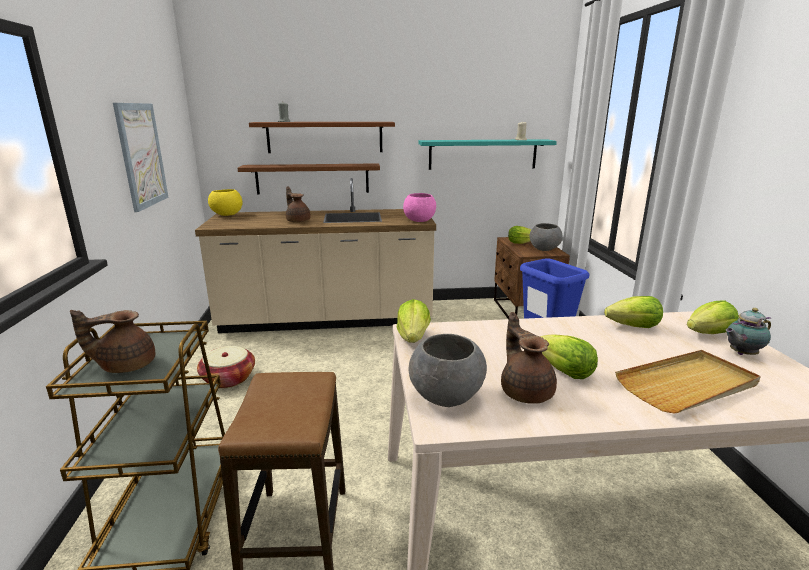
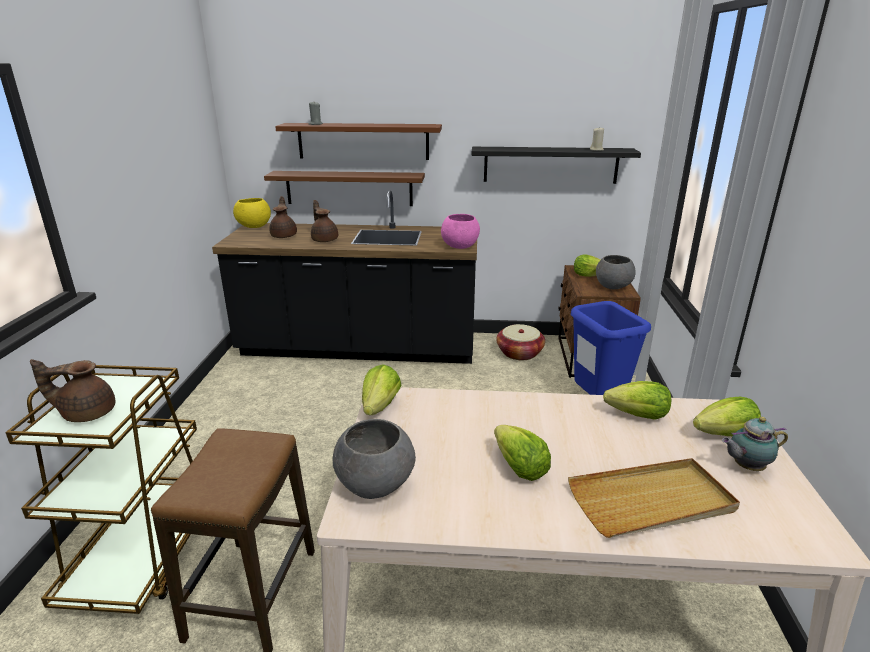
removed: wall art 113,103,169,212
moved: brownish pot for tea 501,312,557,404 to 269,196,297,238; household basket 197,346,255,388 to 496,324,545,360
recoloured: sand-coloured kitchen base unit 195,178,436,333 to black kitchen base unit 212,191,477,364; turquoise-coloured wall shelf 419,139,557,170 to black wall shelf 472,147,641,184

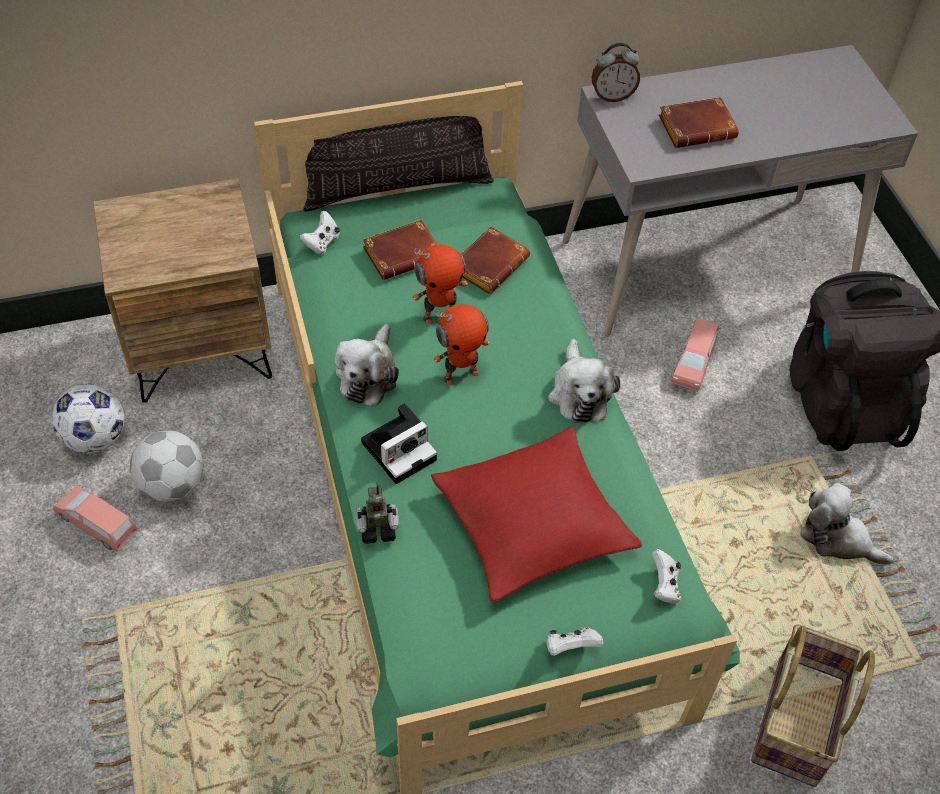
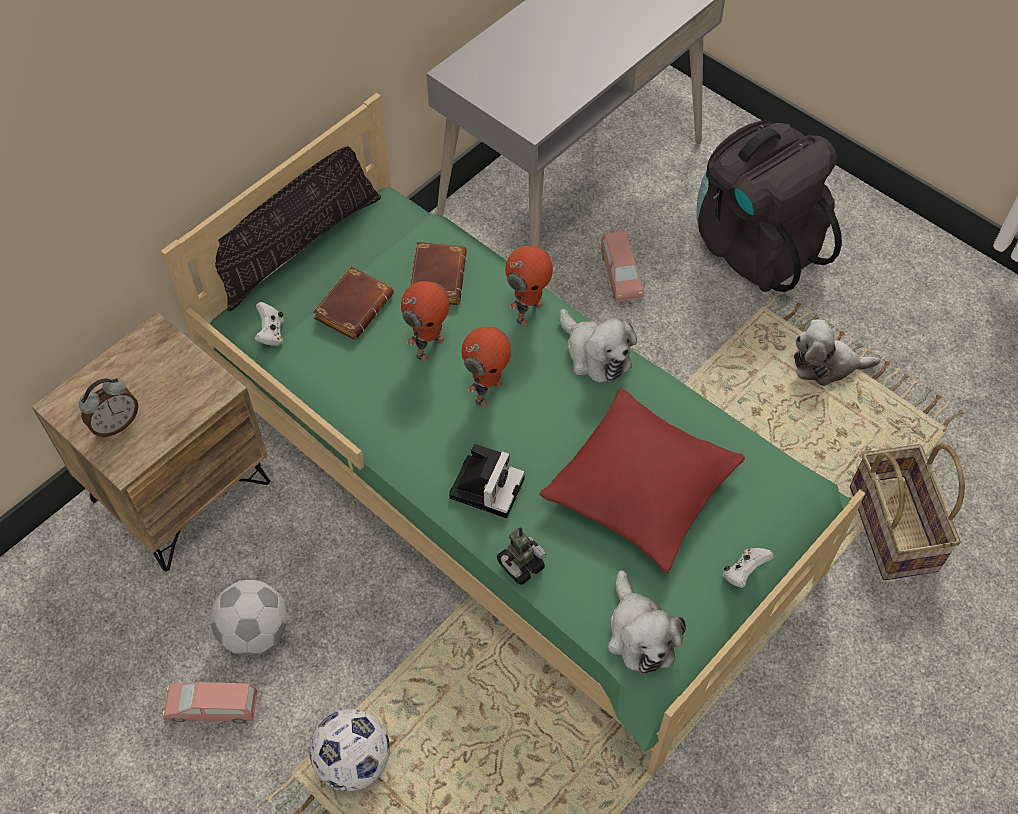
removed: whitish gamepad 652,549,681,603; brownish book 659,97,739,148
added: robot figure 505,246,553,325
moved: alarm clock 592,43,640,102 to 79,378,138,437; football ball 52,384,124,453 to 310,709,390,791; cuddly toy 335,324,399,406 to 608,570,686,675

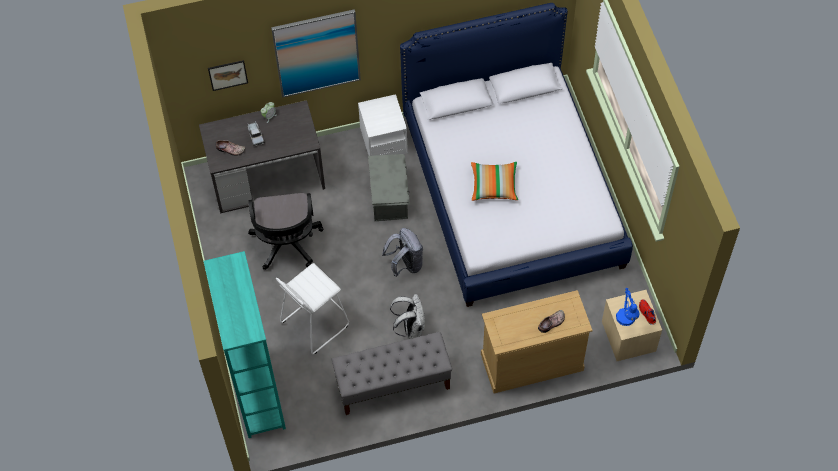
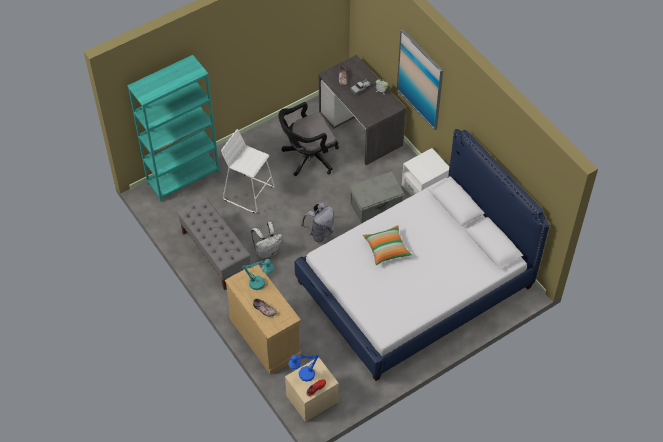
removed: wall art 208,60,248,91
added: turquoise-coloured tabletop lamp 243,259,274,290

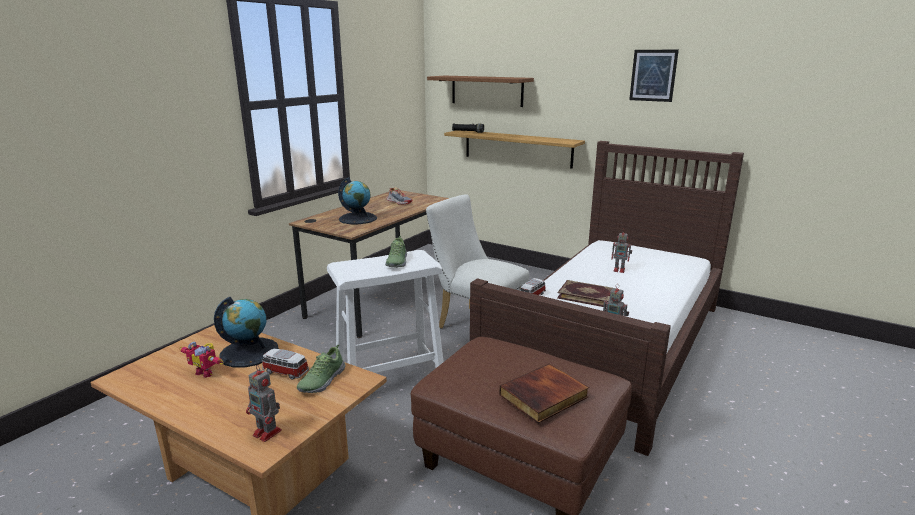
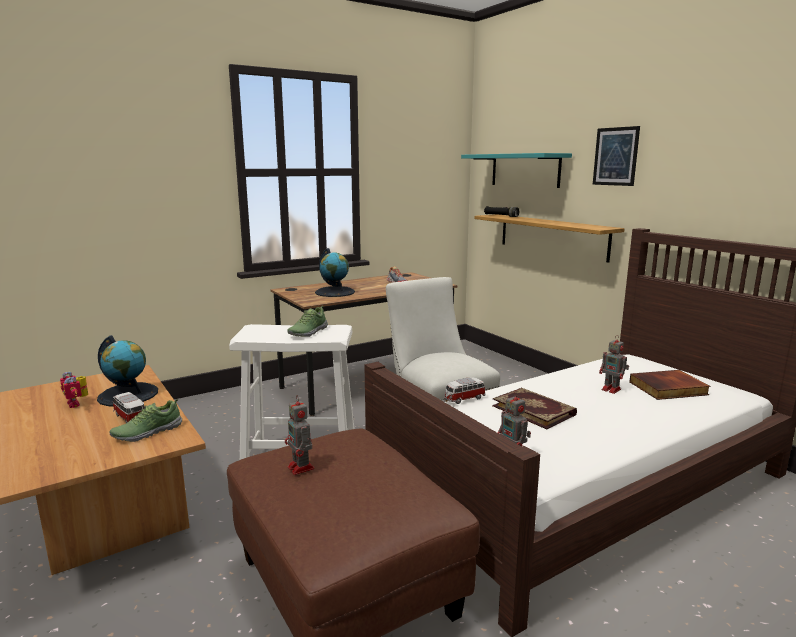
moved: robot figure 246,365,282,442 to 285,395,314,475; wall art 629,50,679,102 to 593,126,640,186; book 499,364,589,423 to 629,370,710,400
recoloured: brownish wall shelf 427,76,534,107 to turquoise-coloured wall shelf 461,153,572,188

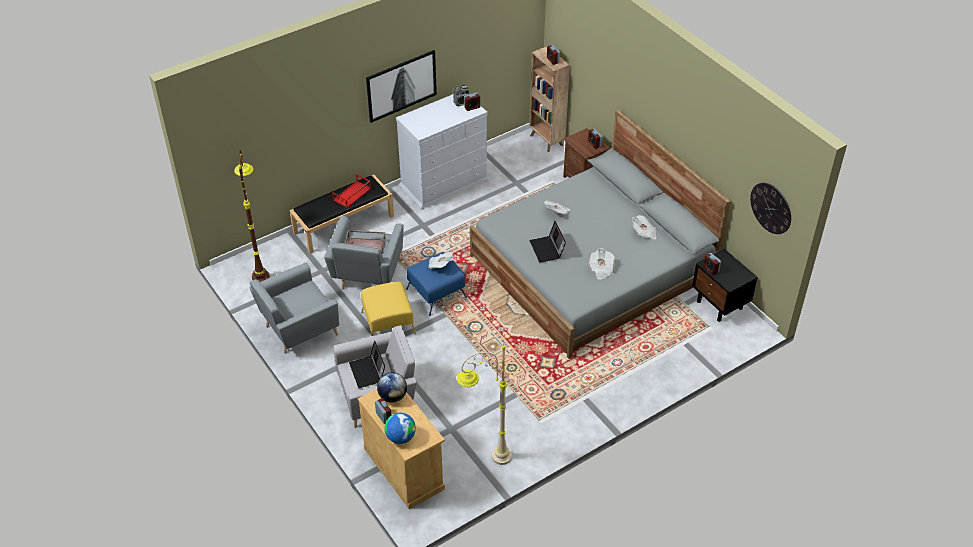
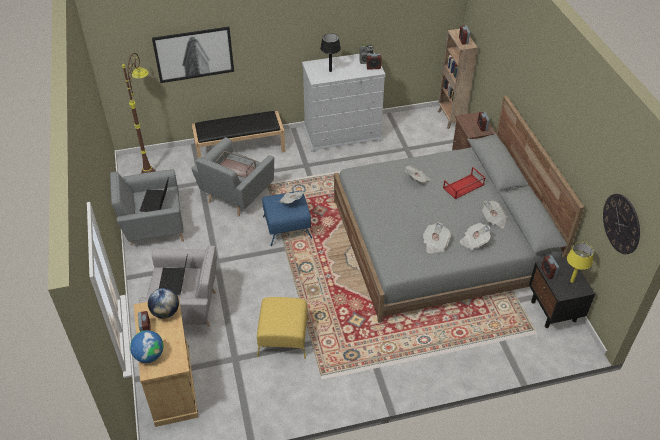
removed: sand-coloured floor lamp 457,343,512,465
added: black tabletop lamp 320,33,341,72; printed paper 460,223,491,250; yellow-coloured tabletop lamp 567,242,594,283
moved: portable computer 529,221,566,263 to 140,177,169,212; wall art 366,50,437,123 to 152,27,234,83; yellow-coloured ottoman 361,282,416,336 to 257,297,309,359; red-coloured serving tray 332,174,371,208 to 443,167,486,199

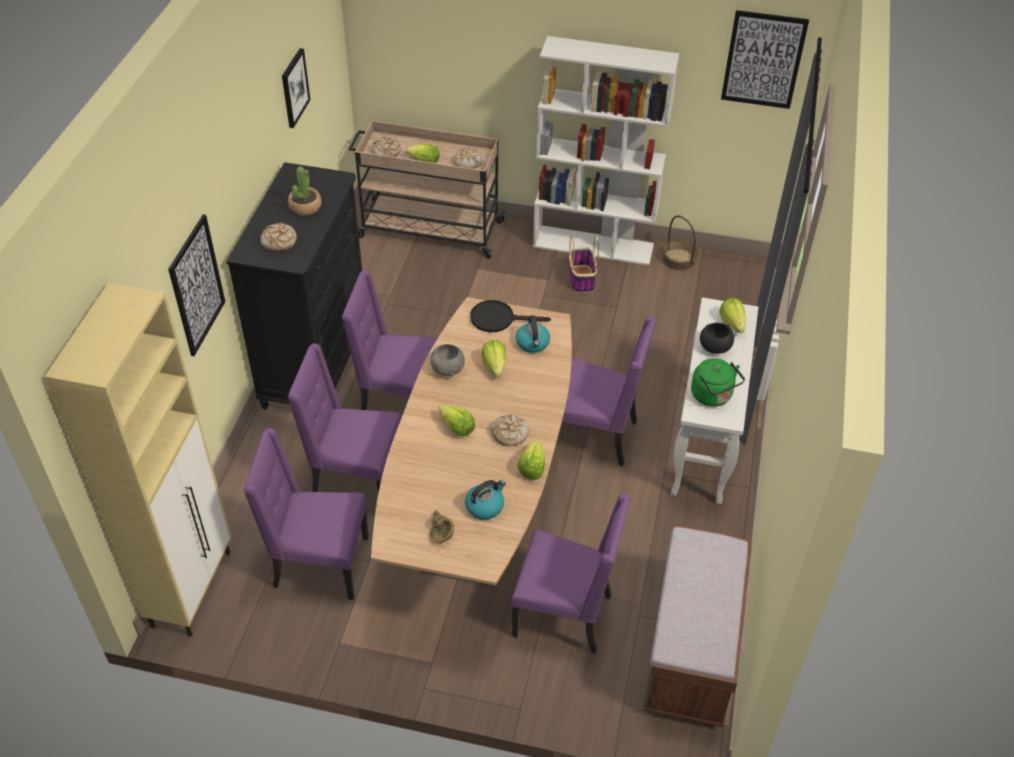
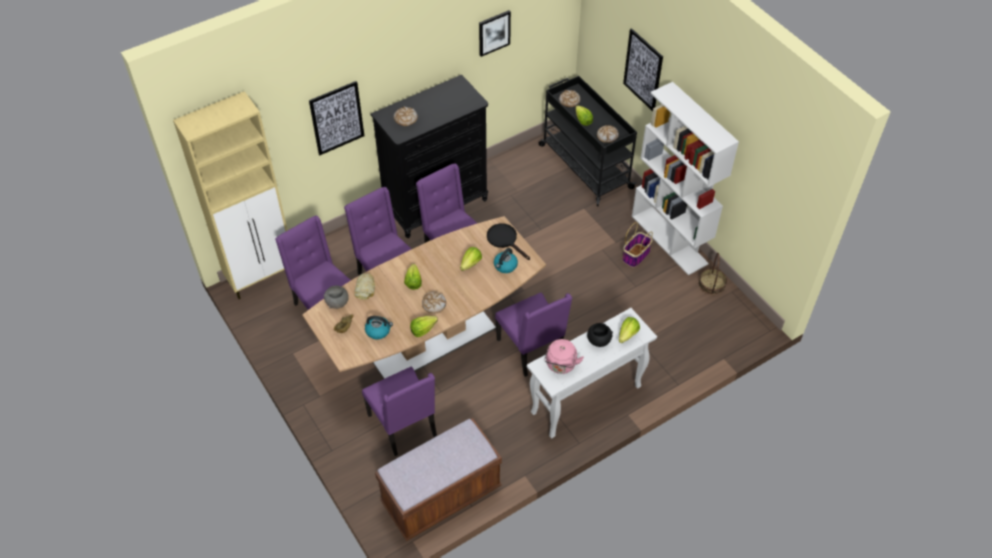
removed: plant in a pot 288,167,322,216
added: bakery bread 355,273,375,300
moved: greyish deep dish 430,344,465,377 to 323,285,349,309; wall art 721,10,809,109 to 623,28,663,111
recoloured: sand-coloured wheeled cart 349,120,506,259 to black wheeled cart 539,76,637,206; green-coloured water kettle 691,358,745,407 to pinkish water kettle 544,339,584,374

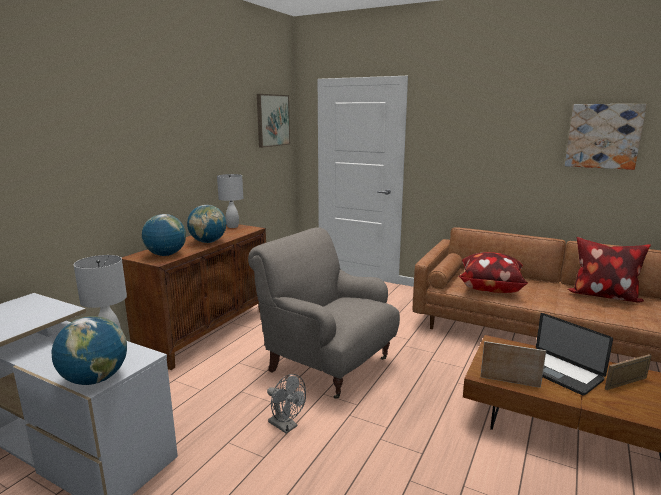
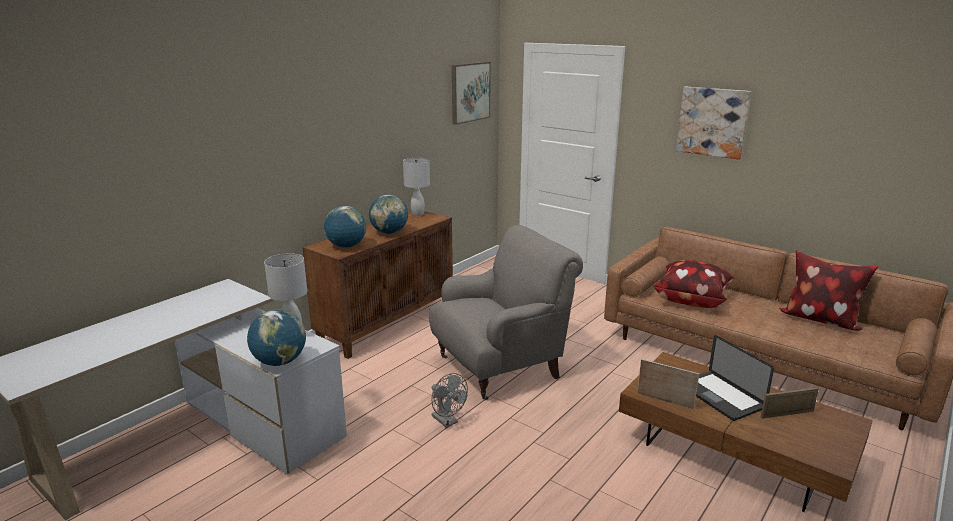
moved: wall art 565,104,647,170 to 676,87,752,160
turned: greyish easy chair 248,227,400,399 = 429,225,583,400 105 degrees clockwise

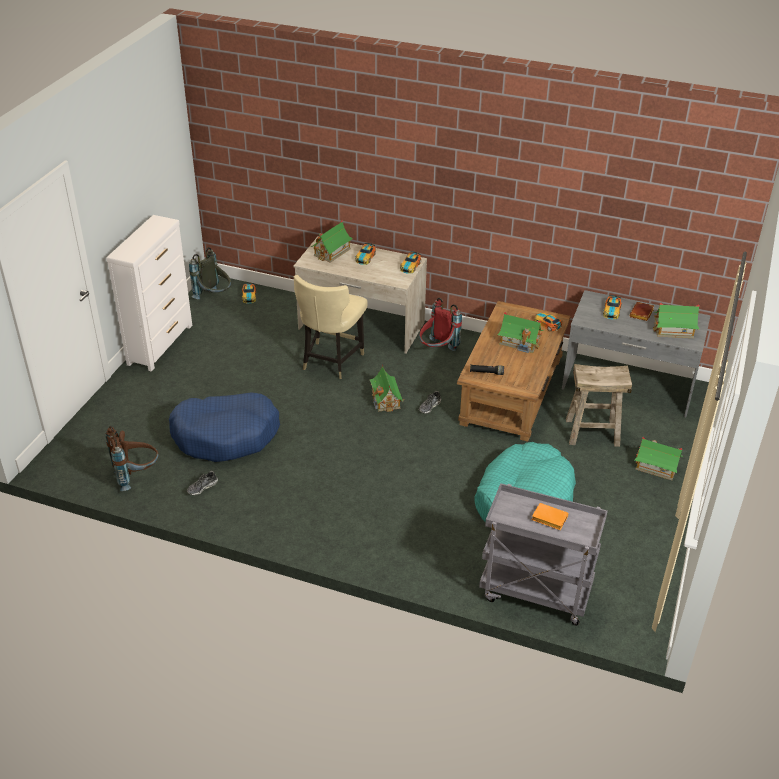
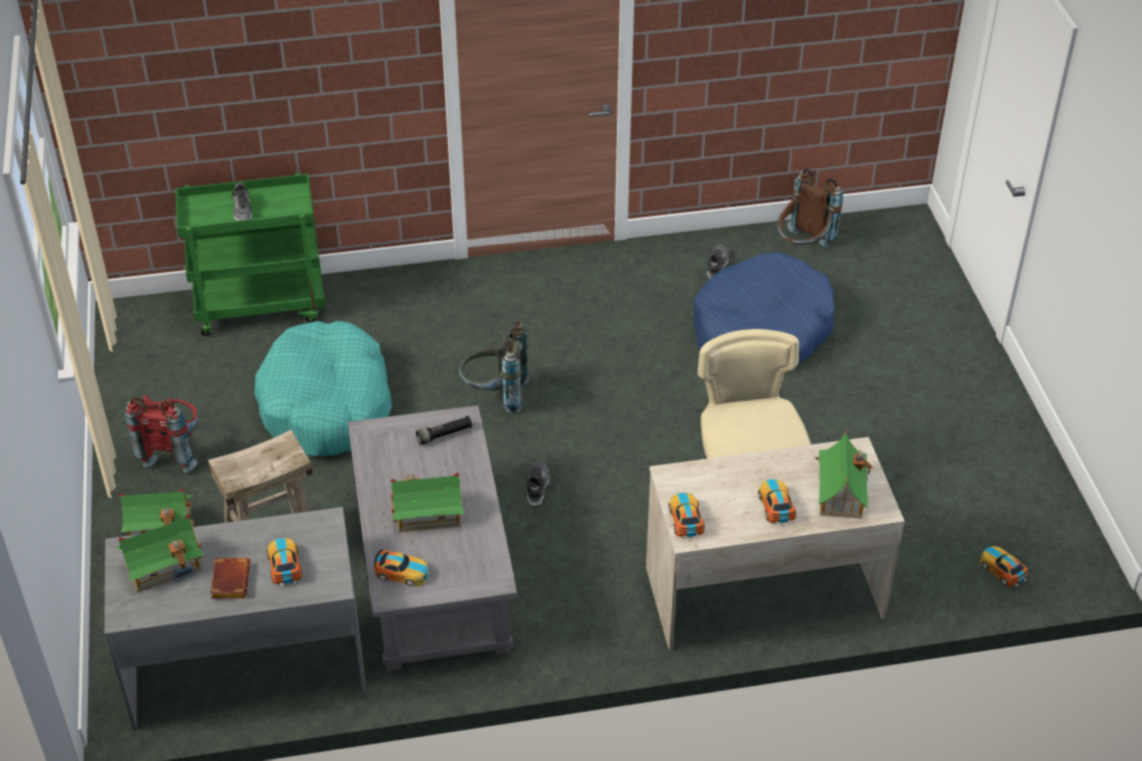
removed: whitish dresser 106,215,192,371; model house 370,364,405,412
moved: red-coloured rucksack 419,298,462,351 to 125,395,198,472; greyish rucksack 189,247,231,299 to 459,321,529,414
replaced: orangey book 531,503,569,530 to item of footwear 231,183,252,221
recoloured: greyish wheeled cart 479,483,608,626 to green-coloured wheeled cart 175,173,325,336; brownish coffee table 457,301,571,442 to greyish coffee table 348,405,517,671

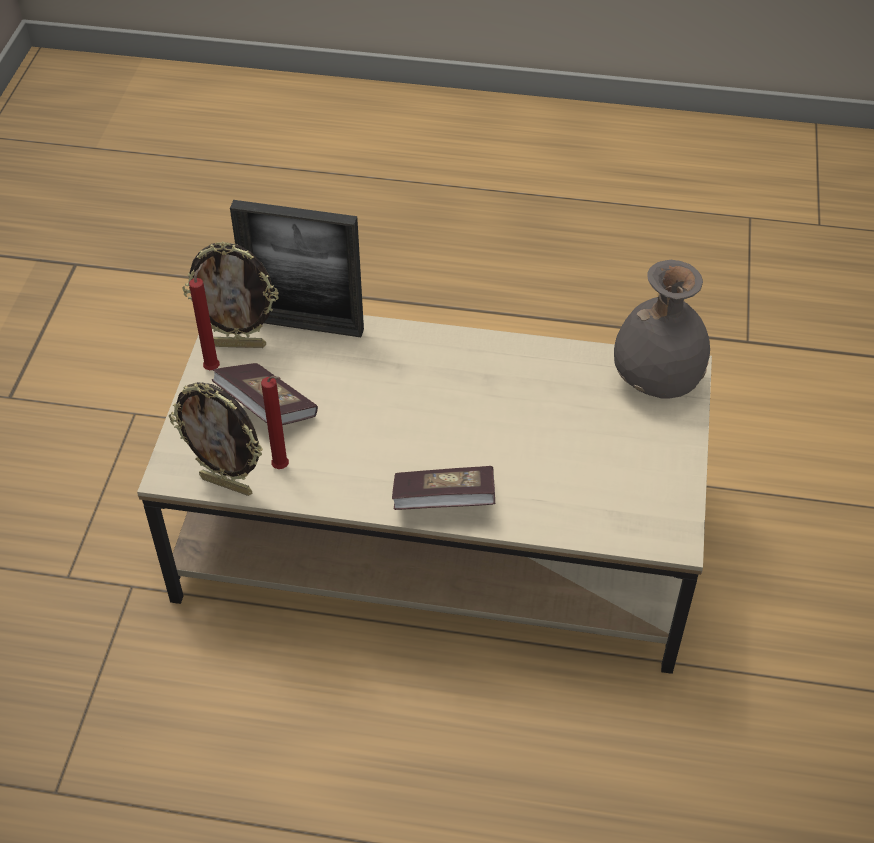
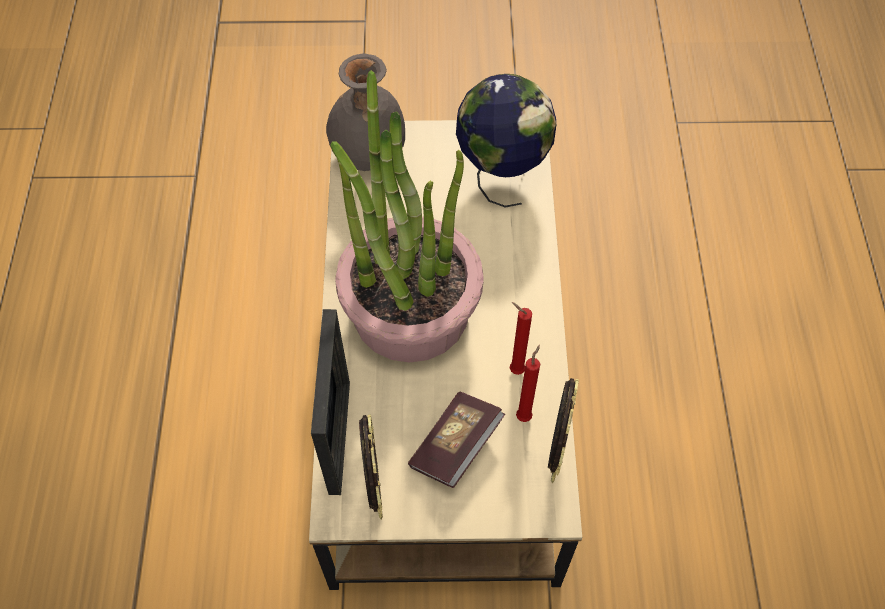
removed: book 392,466,495,510
added: plant in a pot 330,70,484,363; desk globe 456,74,556,207
moved: red-coloured candle 189,263,220,370 to 510,302,532,375

